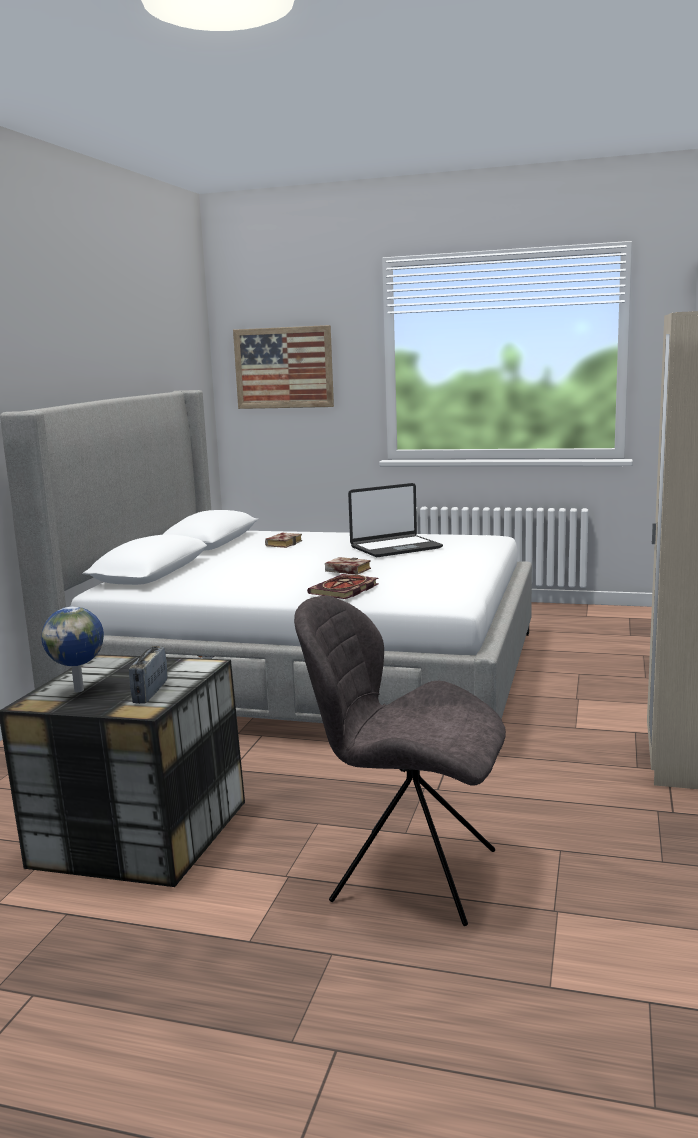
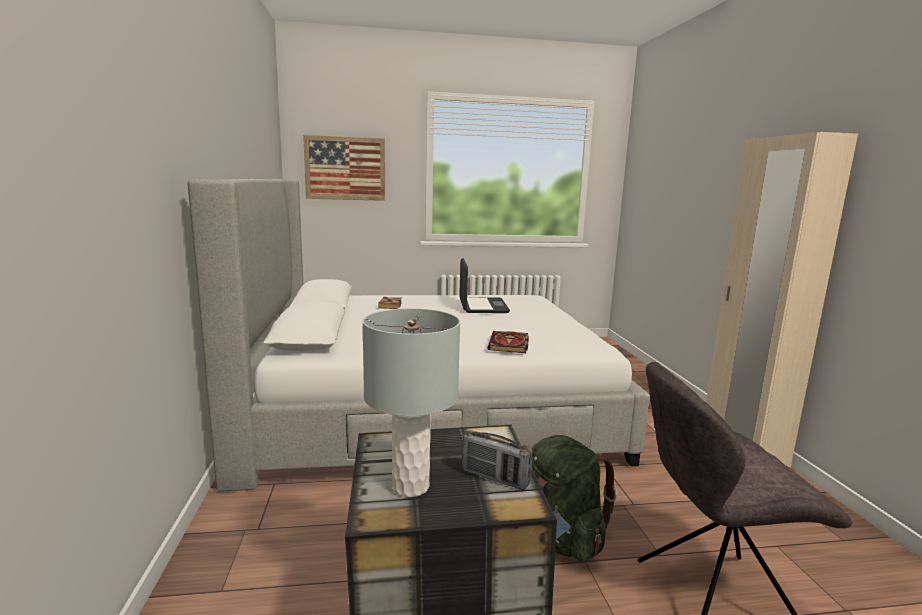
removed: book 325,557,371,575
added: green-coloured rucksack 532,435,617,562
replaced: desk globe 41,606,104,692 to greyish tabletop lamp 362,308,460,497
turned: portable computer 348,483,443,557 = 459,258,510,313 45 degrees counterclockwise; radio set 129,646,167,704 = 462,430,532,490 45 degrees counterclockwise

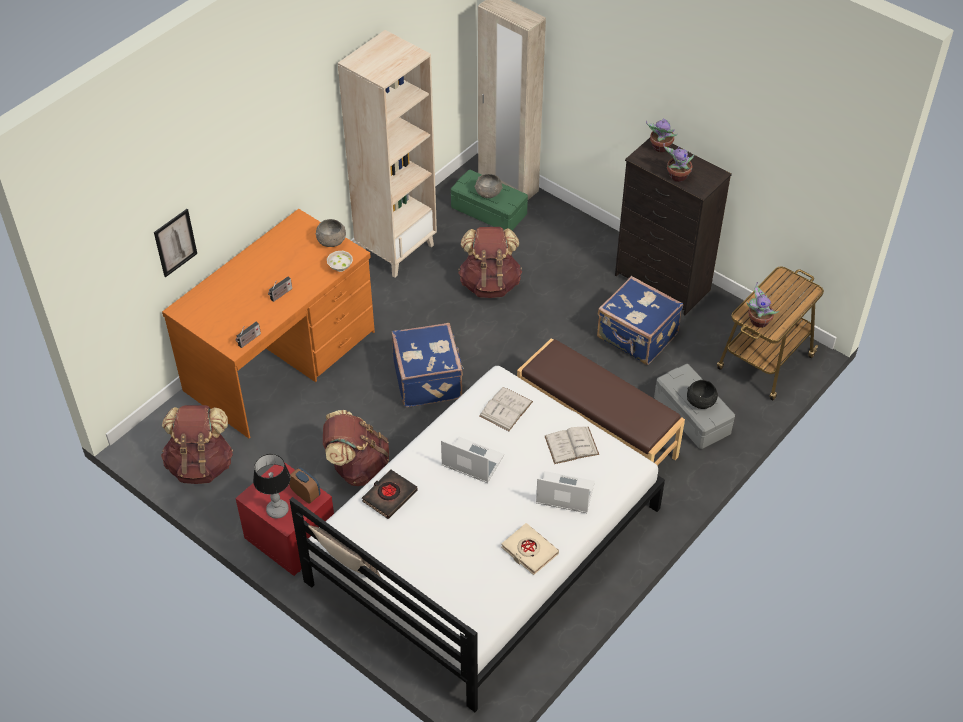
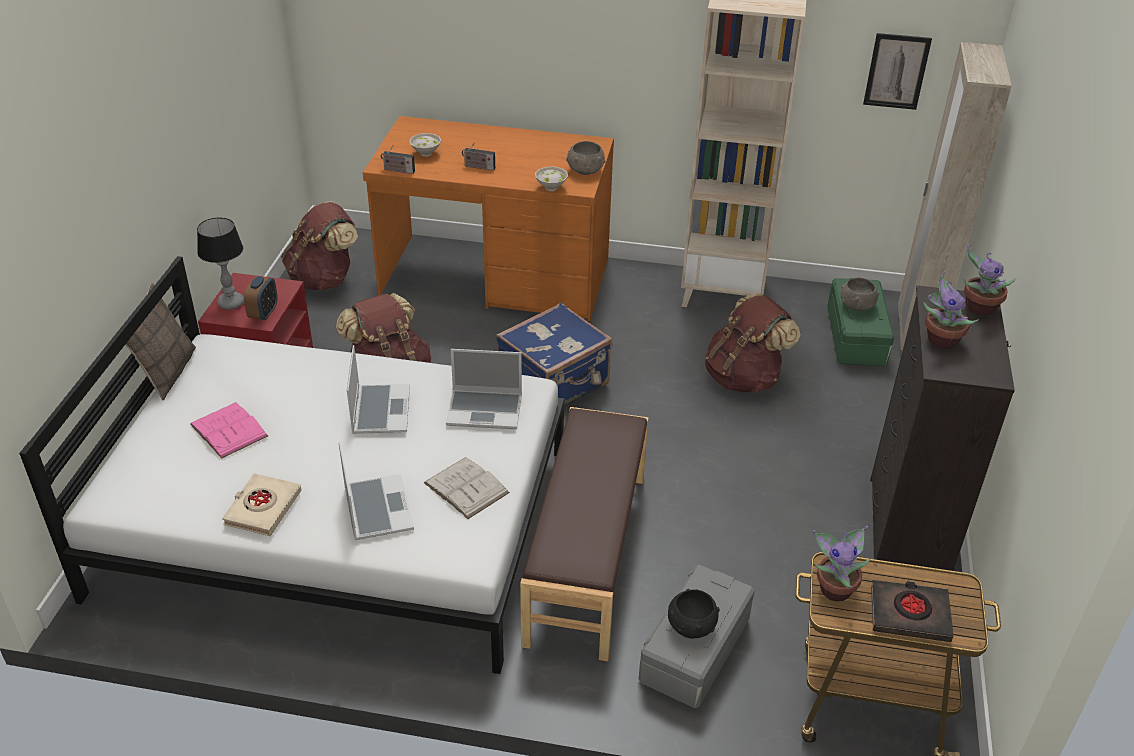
removed: blue-coloured piece of luggage 597,276,683,365
added: pinkish book 190,402,268,459; whitish deep dish 409,133,441,157
moved: wall art 154,209,197,277 to 863,33,932,110; black book 362,469,418,519 to 871,580,954,642
replaced: whitish book 479,387,533,431 to portable computer 446,349,522,429

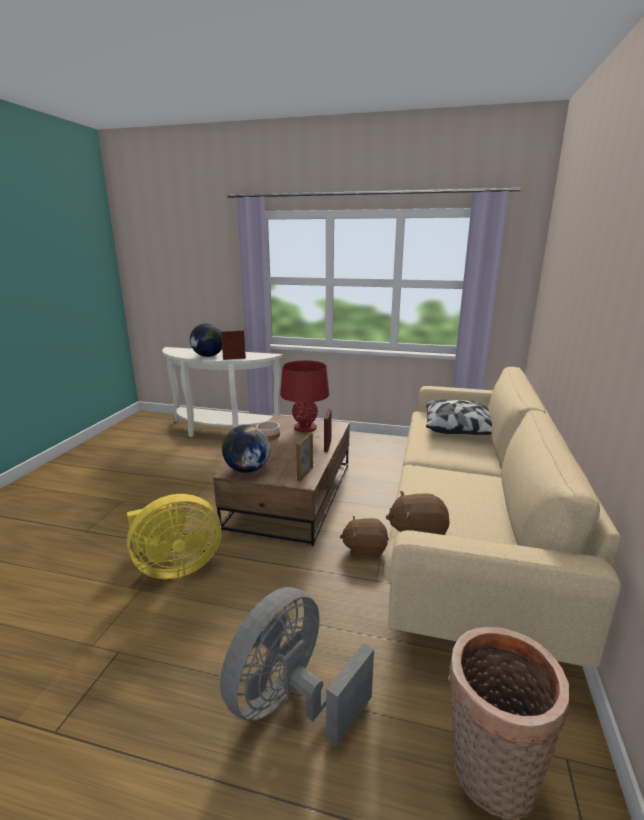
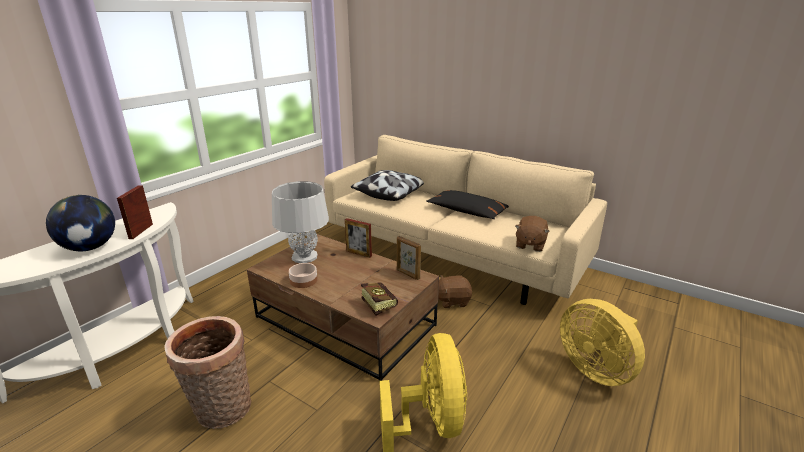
added: black throw pillow 426,190,509,219
moved: household basket 448,627,569,820 to 164,316,251,429
replaced: desk globe 222,425,270,473 to book 361,282,398,316
recoloured: red-coloured tabletop lamp 280,360,329,433 to greyish tabletop lamp 272,181,329,263; greyish cooling fan 220,587,374,747 to yellow-coloured cooling fan 560,299,645,386
turned: brownish cuddly toy 340,516,389,559 = 438,275,472,308 60 degrees clockwise

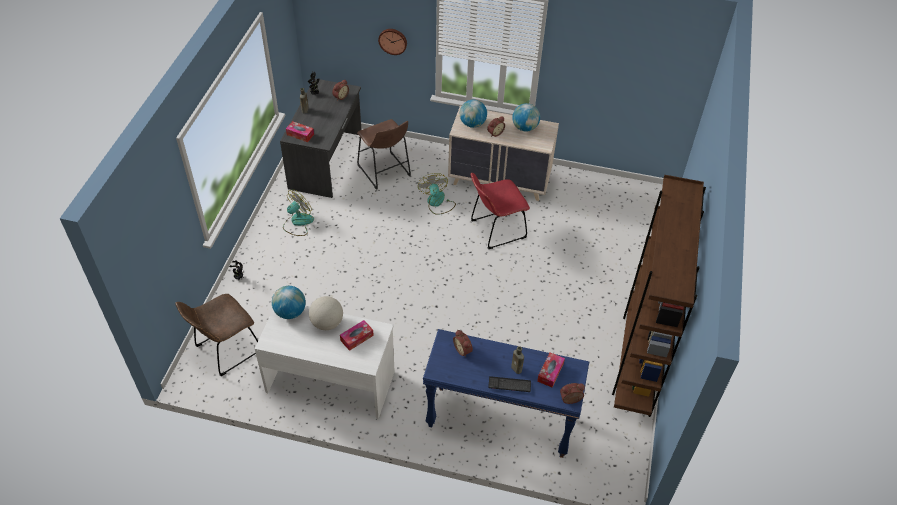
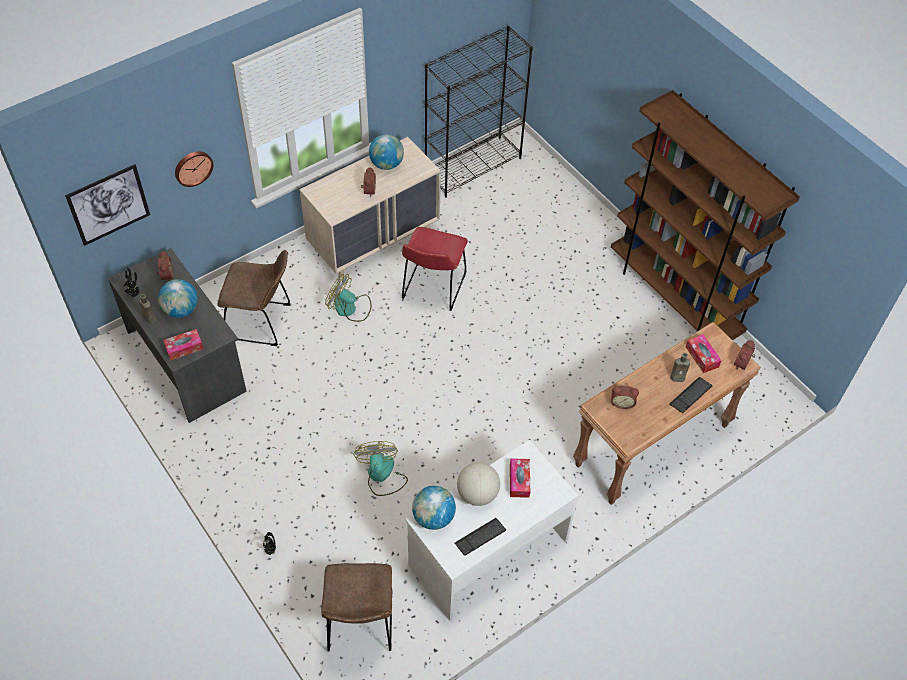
added: wall art 65,164,150,246; black shelving unit 425,26,533,198; keyboard 455,518,506,556
moved: desk globe 460,100,487,128 to 158,279,198,318; cooling fan 283,190,314,236 to 354,441,408,496
replaced: brownish sitting stool 357,119,411,190 to brownish chair 217,250,291,346
recoloured: blue-coloured hall table 423,329,589,458 to brownish hall table 573,322,761,505

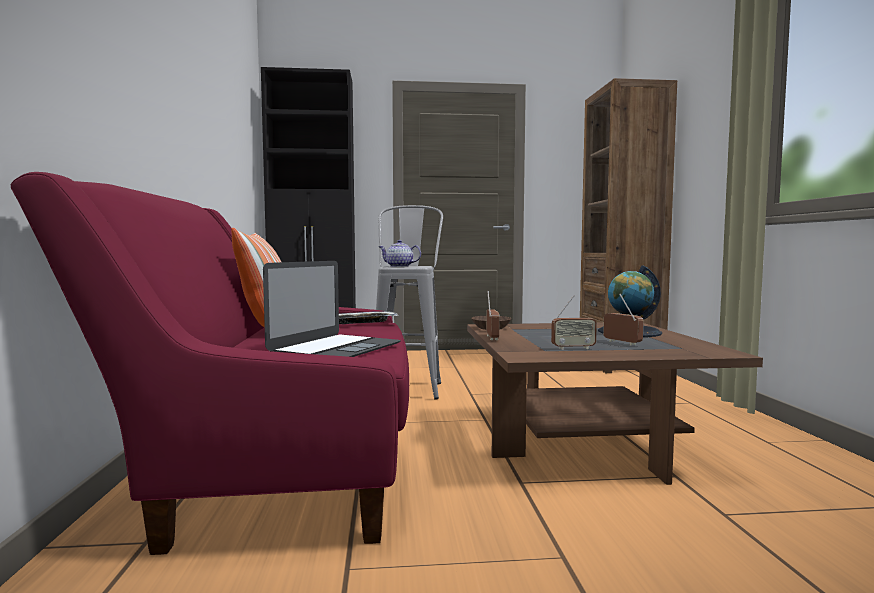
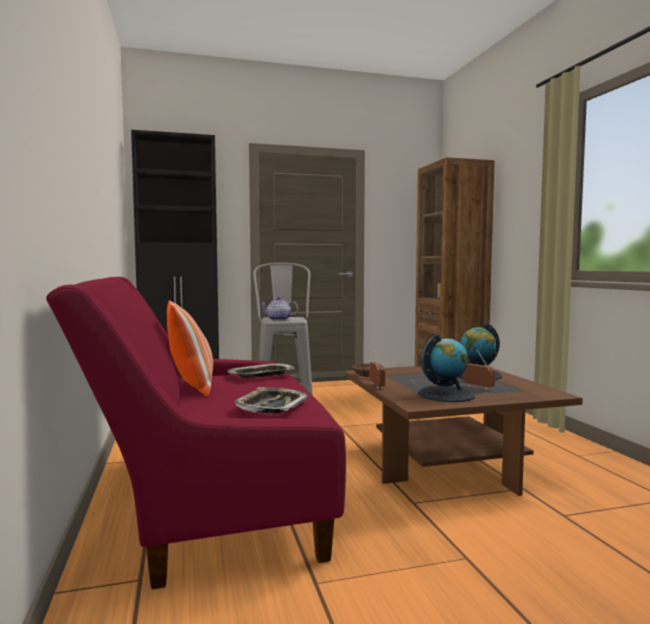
replaced: portable computer 263,261,401,357 to serving tray 235,387,308,414; radio set 551,295,597,350 to desk globe 418,334,475,402

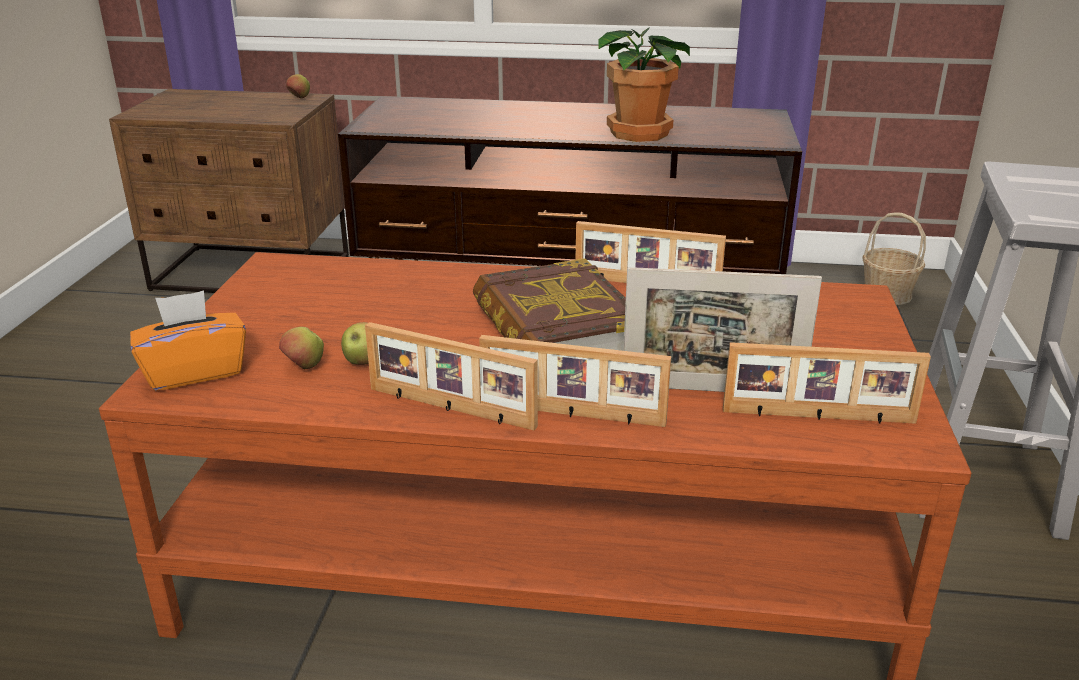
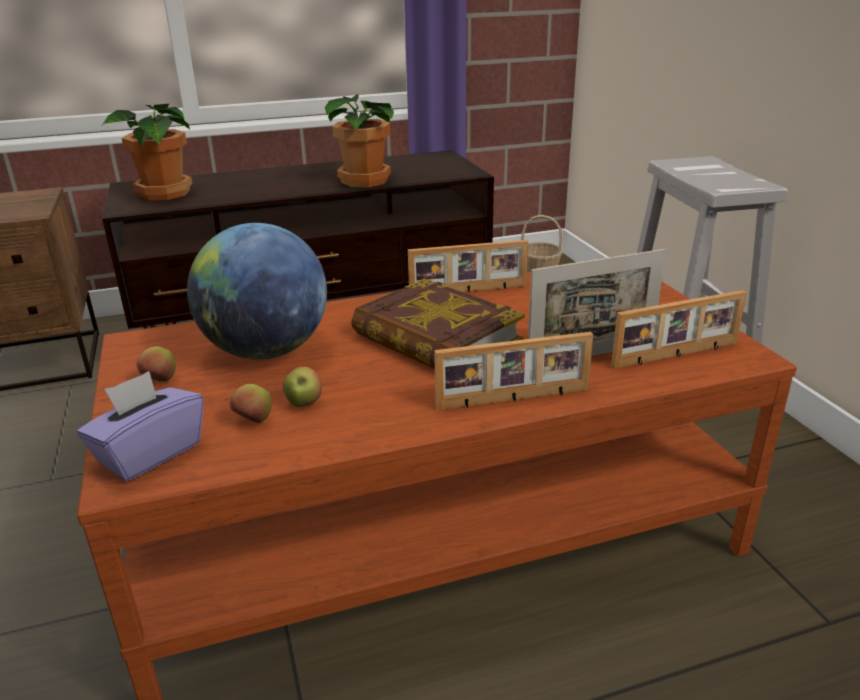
removed: standing frame 365,322,538,431
added: plant in a pot 102,104,193,200; desk globe 187,223,327,359
moved: whole apple 286,74,310,98 to 136,346,176,381
recoloured: orangey tissue holder 130,291,246,391 to purple-coloured tissue holder 77,371,203,482

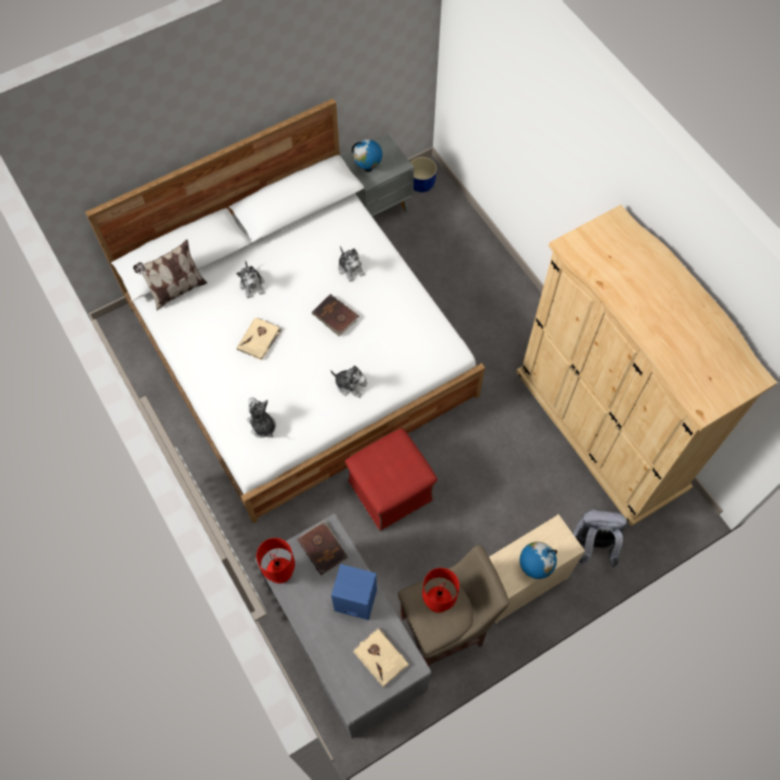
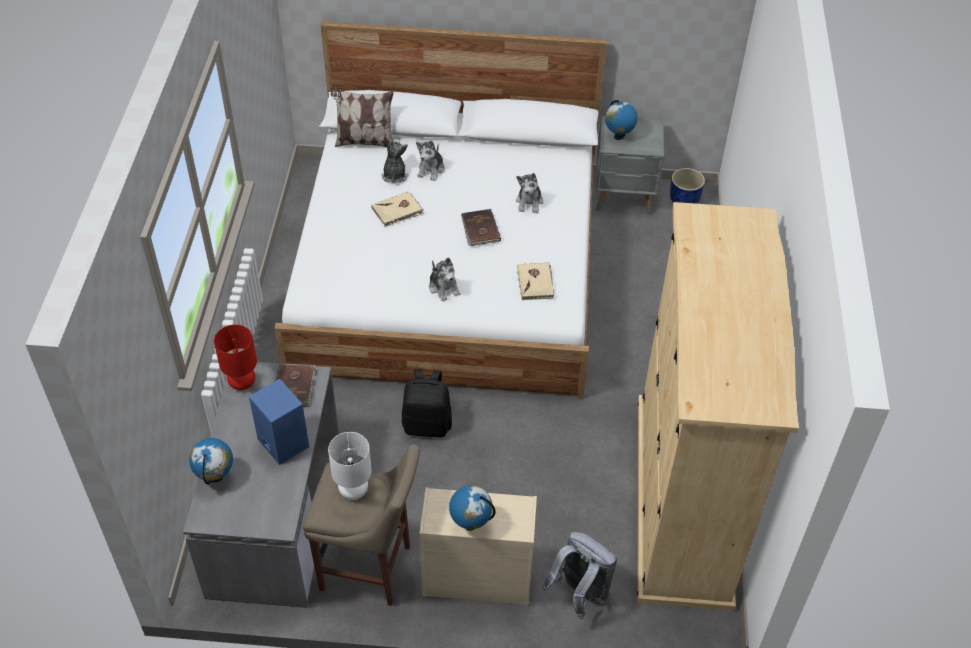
added: desk globe 189,438,233,484
moved: cuddly toy 247,397,276,438 to 381,139,408,183; sand-coloured book 353,628,409,687 to 517,262,554,300
replaced: red-coloured ottoman 345,428,437,531 to black rucksack 402,369,452,437
recoloured: red-coloured tabletop lamp 422,568,459,613 to whitish tabletop lamp 328,432,372,500

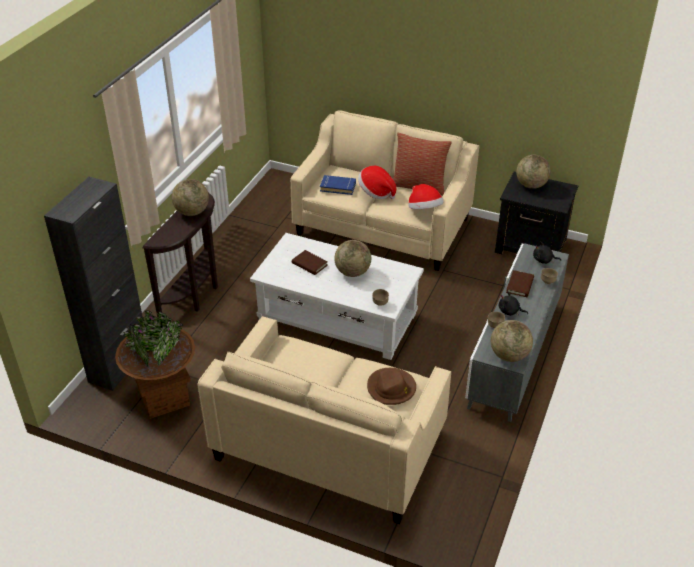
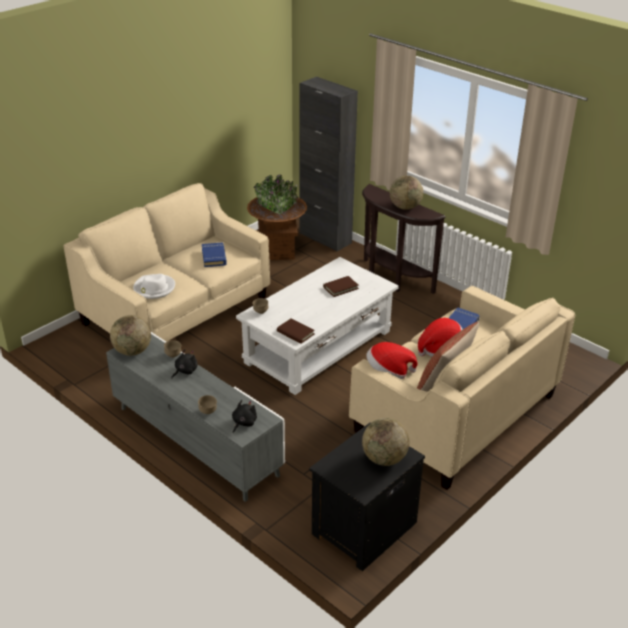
removed: desk globe 334,240,371,277
added: blue-coloured book 202,243,227,267
moved: brownish book 506,270,534,297 to 277,318,315,344
recoloured: brownish hat 367,368,416,405 to whitish hat 133,274,175,299

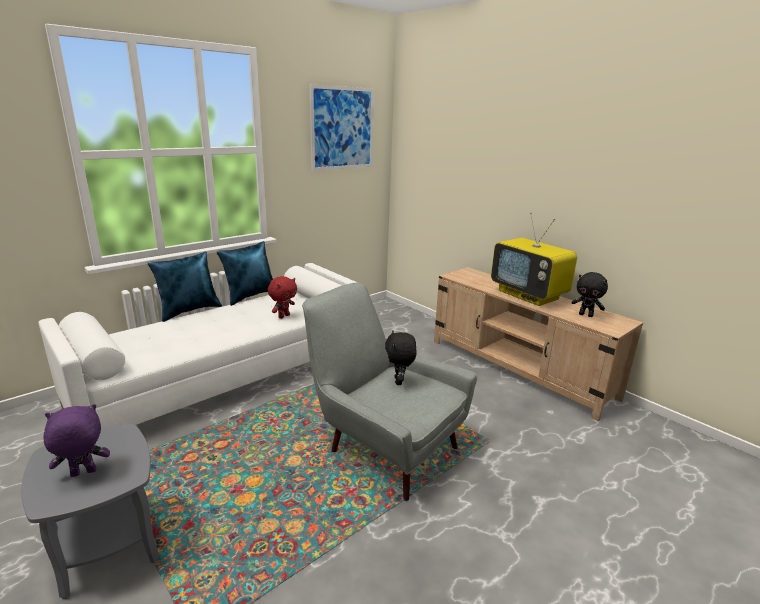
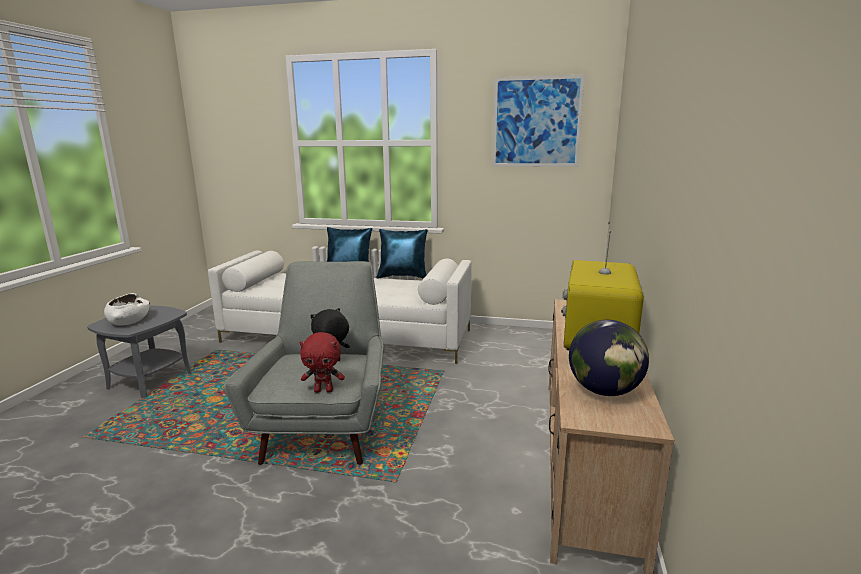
moved: red-coloured cuddly toy 268,276,297,319 to 299,332,345,393
replaced: purple-coloured cuddly toy 43,404,110,477 to whitish deep dish 104,293,150,325; black cuddly toy 571,272,608,317 to desk globe 569,320,649,396

